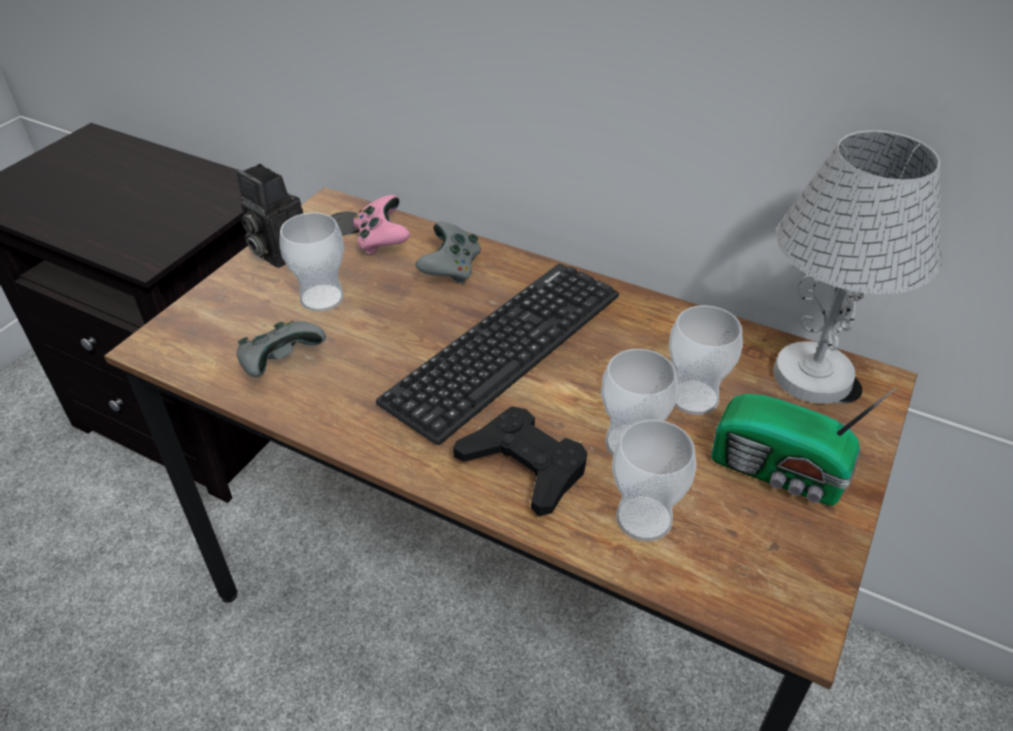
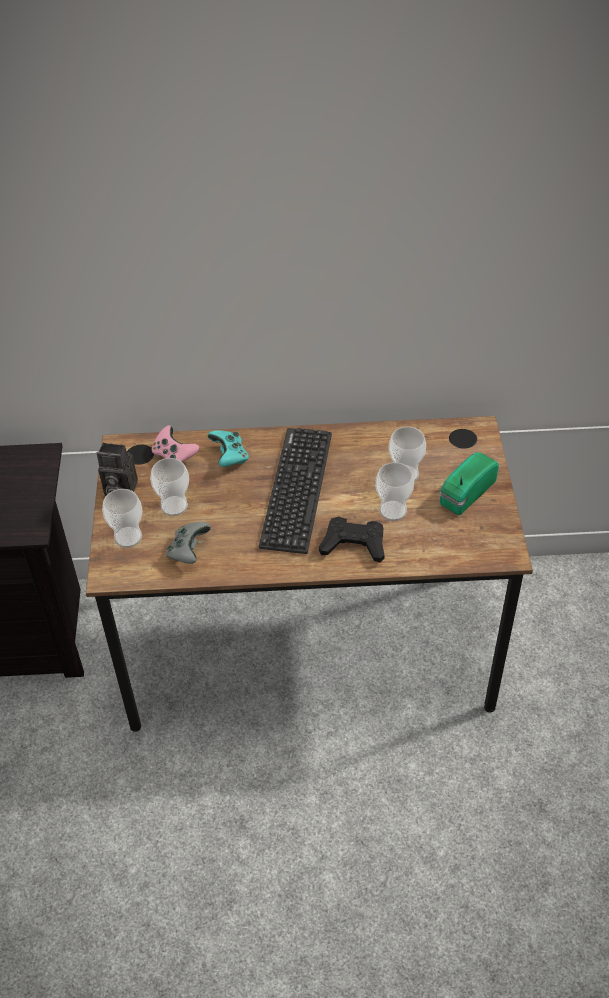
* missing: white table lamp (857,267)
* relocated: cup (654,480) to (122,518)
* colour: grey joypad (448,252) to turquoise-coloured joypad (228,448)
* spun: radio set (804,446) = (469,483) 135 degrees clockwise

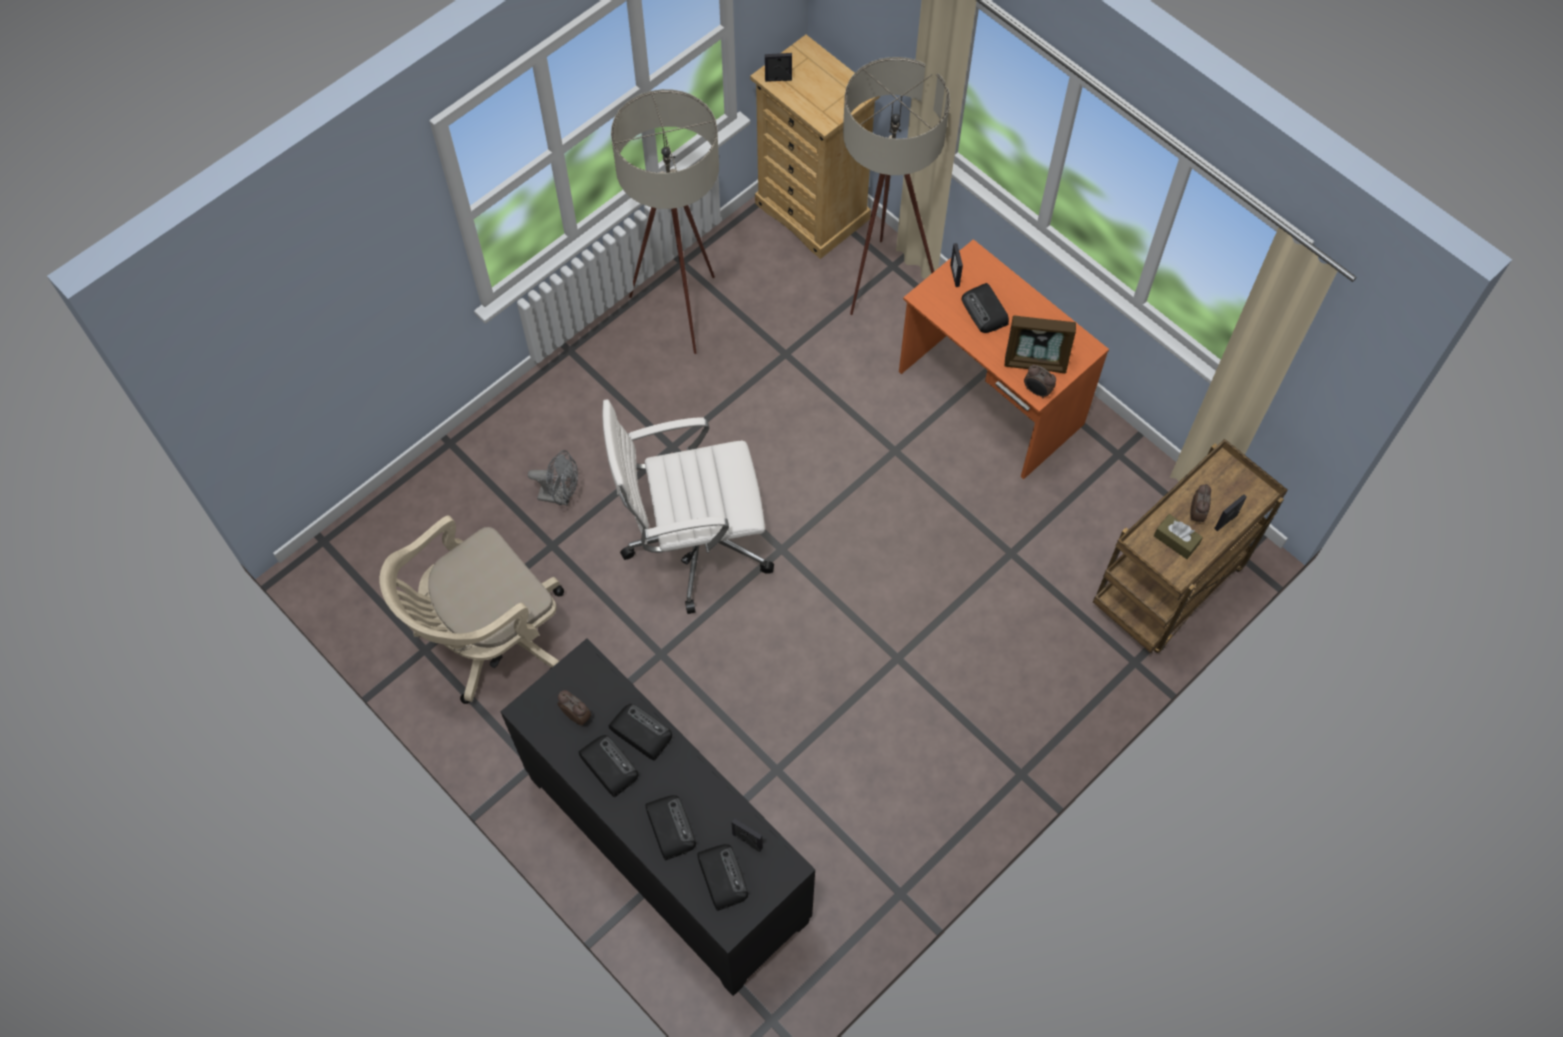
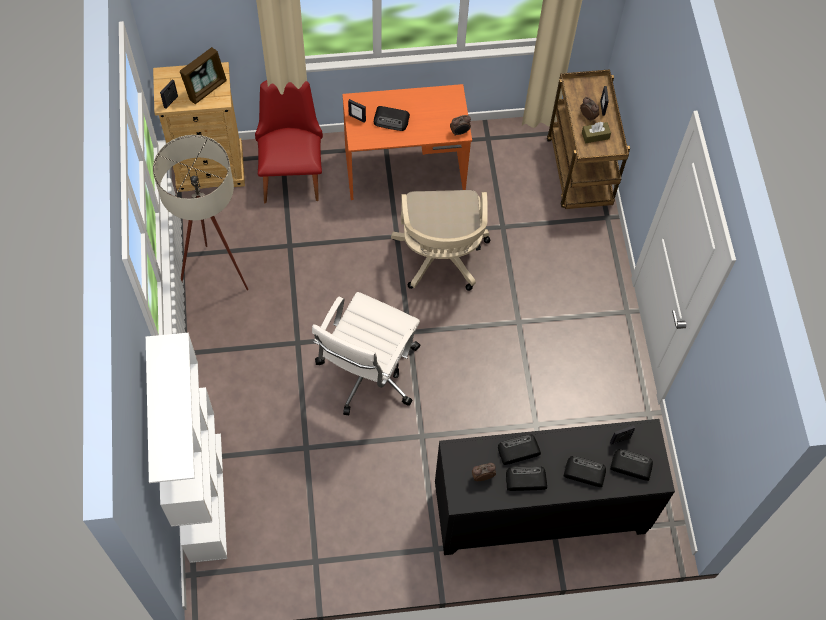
* missing: grey electric fan (553,478)
* appeared: white bookcase (186,448)
* relocated: beige computer chair (471,609) to (440,240)
* relocated: picture frame (1040,344) to (203,75)
* exchanged: beige floor lamp (896,186) to red-coloured upright chair (289,141)

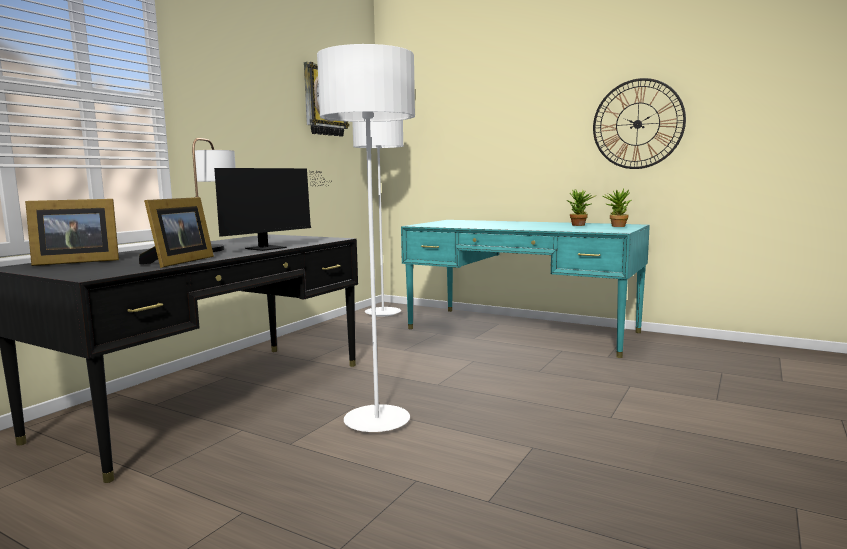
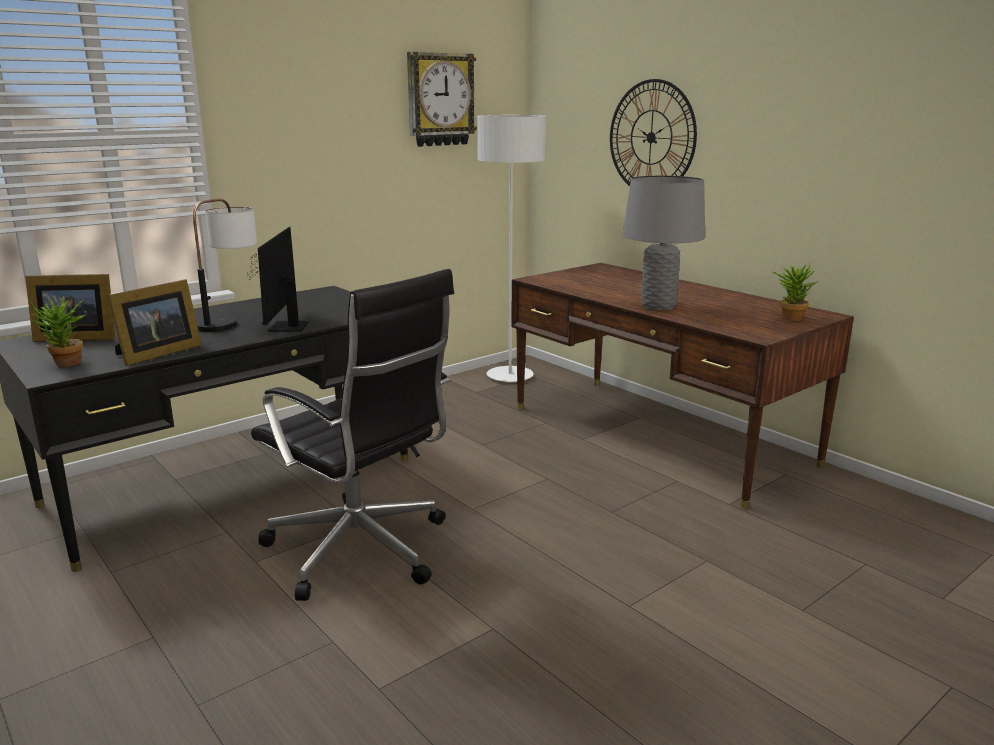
* appeared: grey table lamp (663,243)
* relocated: plant in a pot (582,207) to (57,331)
* relocated: clock on the wall (639,123) to (653,132)
* exchanged: white floor lamp (366,238) to blackish computer chair (352,435)
* colour: turquoise-coloured desk (525,289) to brown desk (682,386)
* spun: computer display (273,209) = (279,279) 120 degrees clockwise

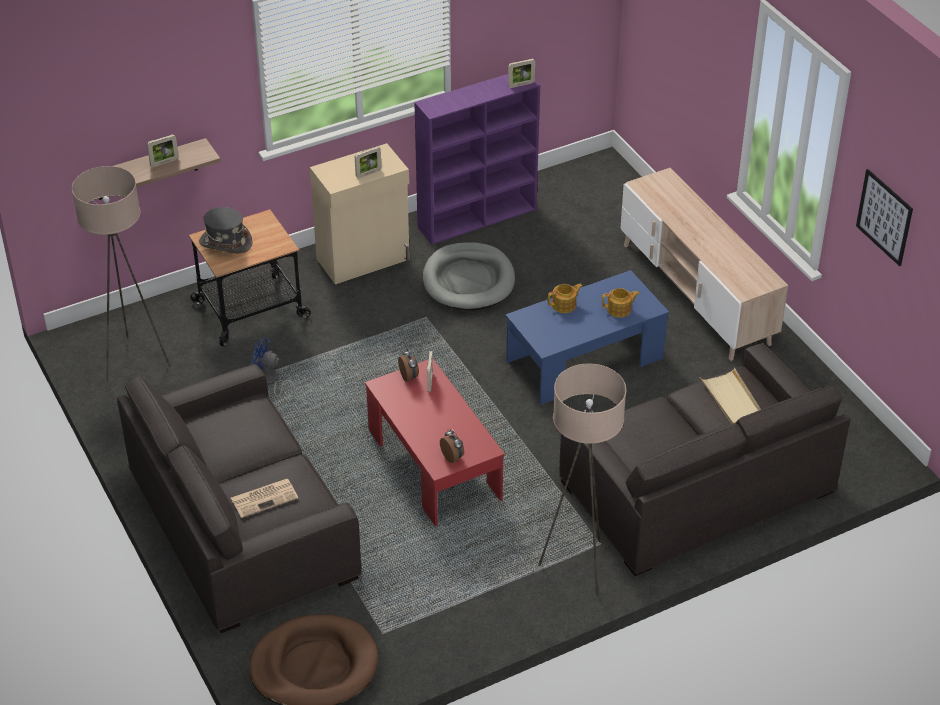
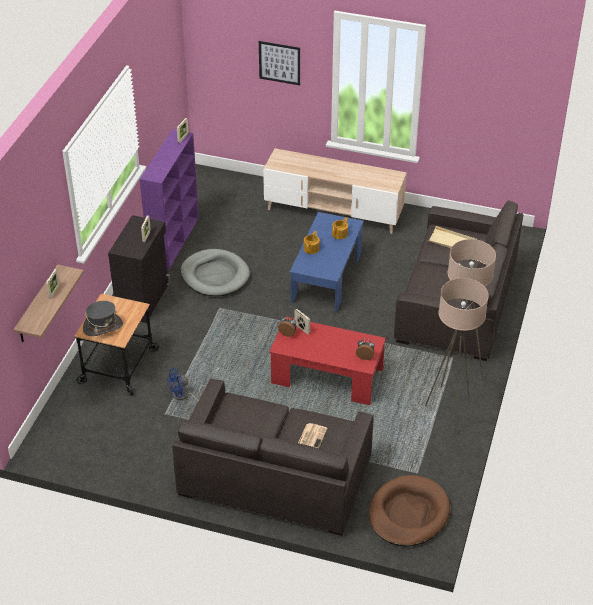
* relocated: beige floor lamp (121,273) to (457,357)
* relocated: wall picture (884,217) to (279,63)
* colour: beige cabinet (360,213) to blackish cabinet (139,269)

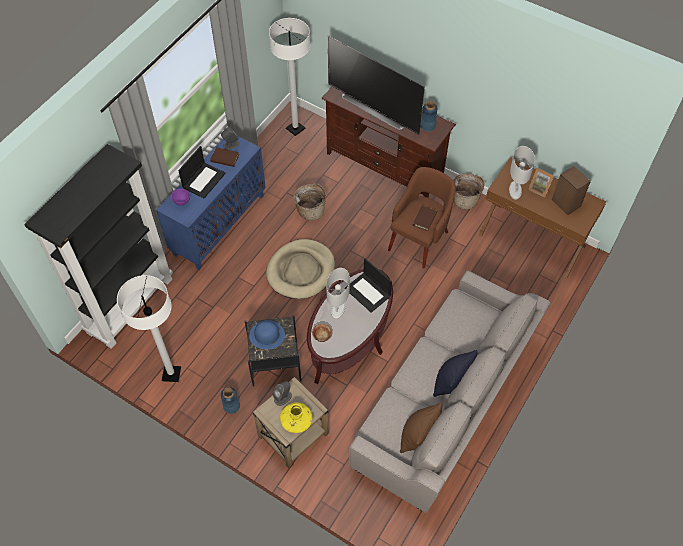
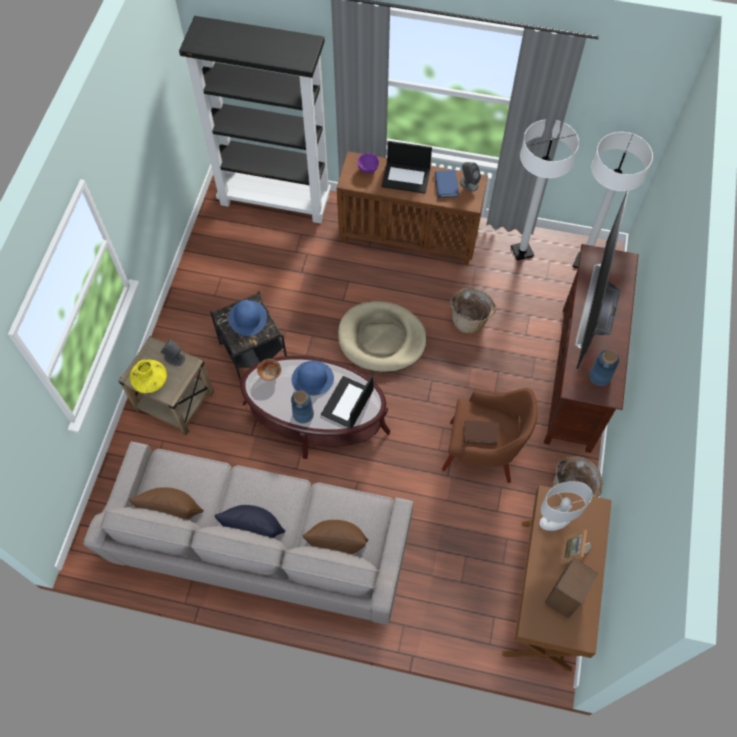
* appeared: brown cushion (335,537)
* relocated: white floor lamp (149,328) to (545,189)
* relocated: blue-coloured vase (230,400) to (302,406)
* exchanged: white table lamp (338,293) to blue-coloured wearable hat (313,378)
* colour: blue-coloured cabinet (211,203) to brown cabinet (412,208)
* colour: brown bound book (224,157) to blue-coloured bound book (447,184)

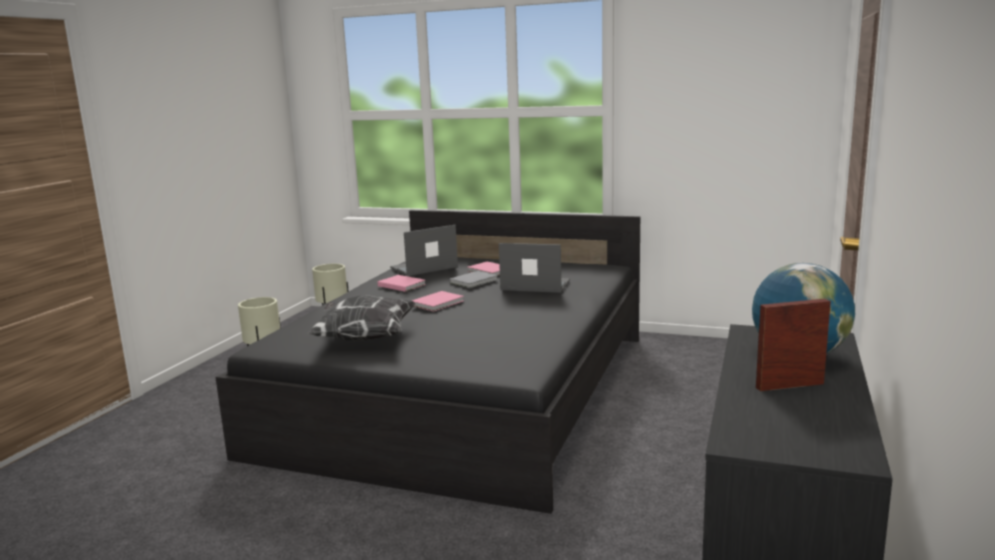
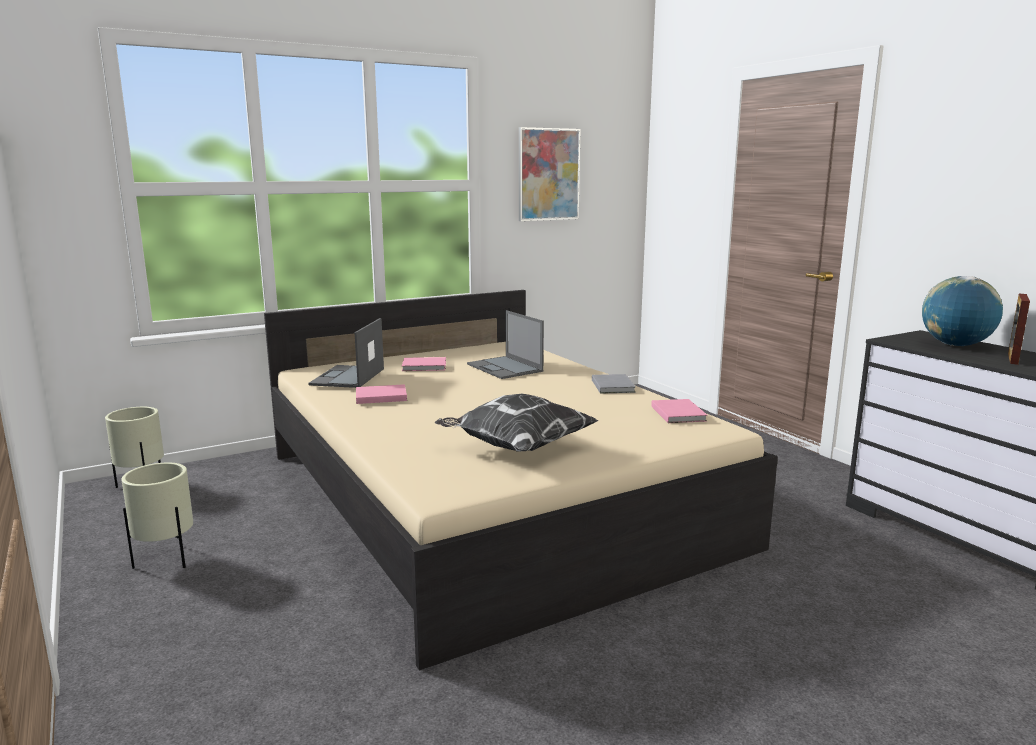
* appeared: wall picture (550,174)
* relocated: pinkish bound book (438,301) to (679,411)
* relocated: grey bound book (474,279) to (614,384)
* colour: blackish bed (427,362) to beige bed (521,480)
* spun: portable computer (534,268) = (505,344) 90 degrees counterclockwise

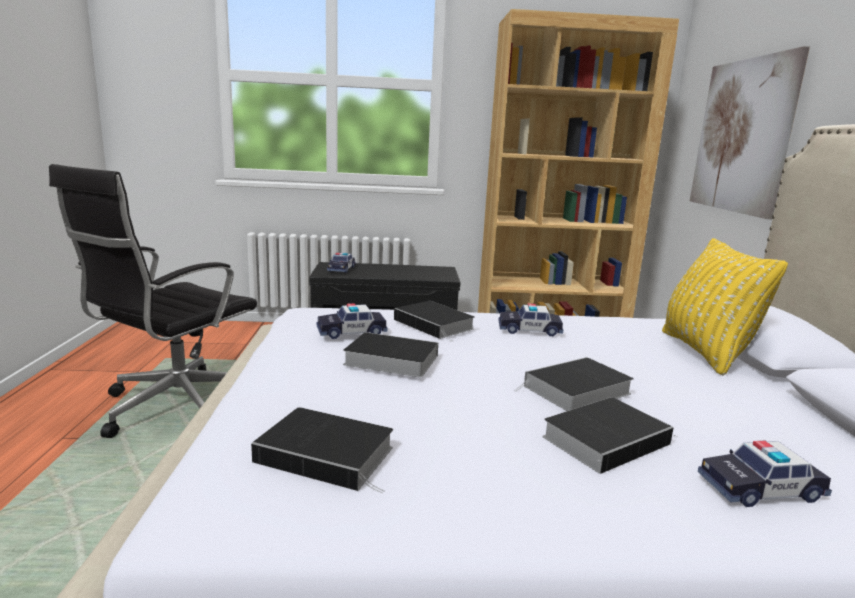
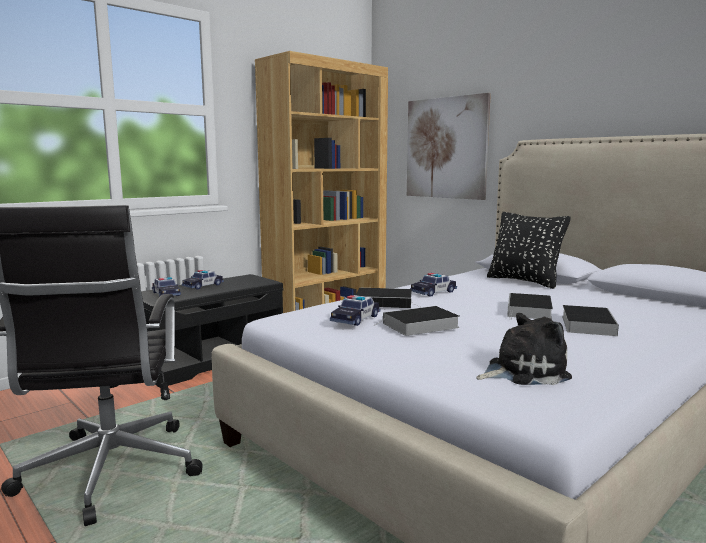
* relocated: miniature car (765,474) to (203,279)
* exchanged: bound book (322,450) to cuddly toy (524,349)
* colour: yellowish cushion (725,307) to blackish cushion (529,250)

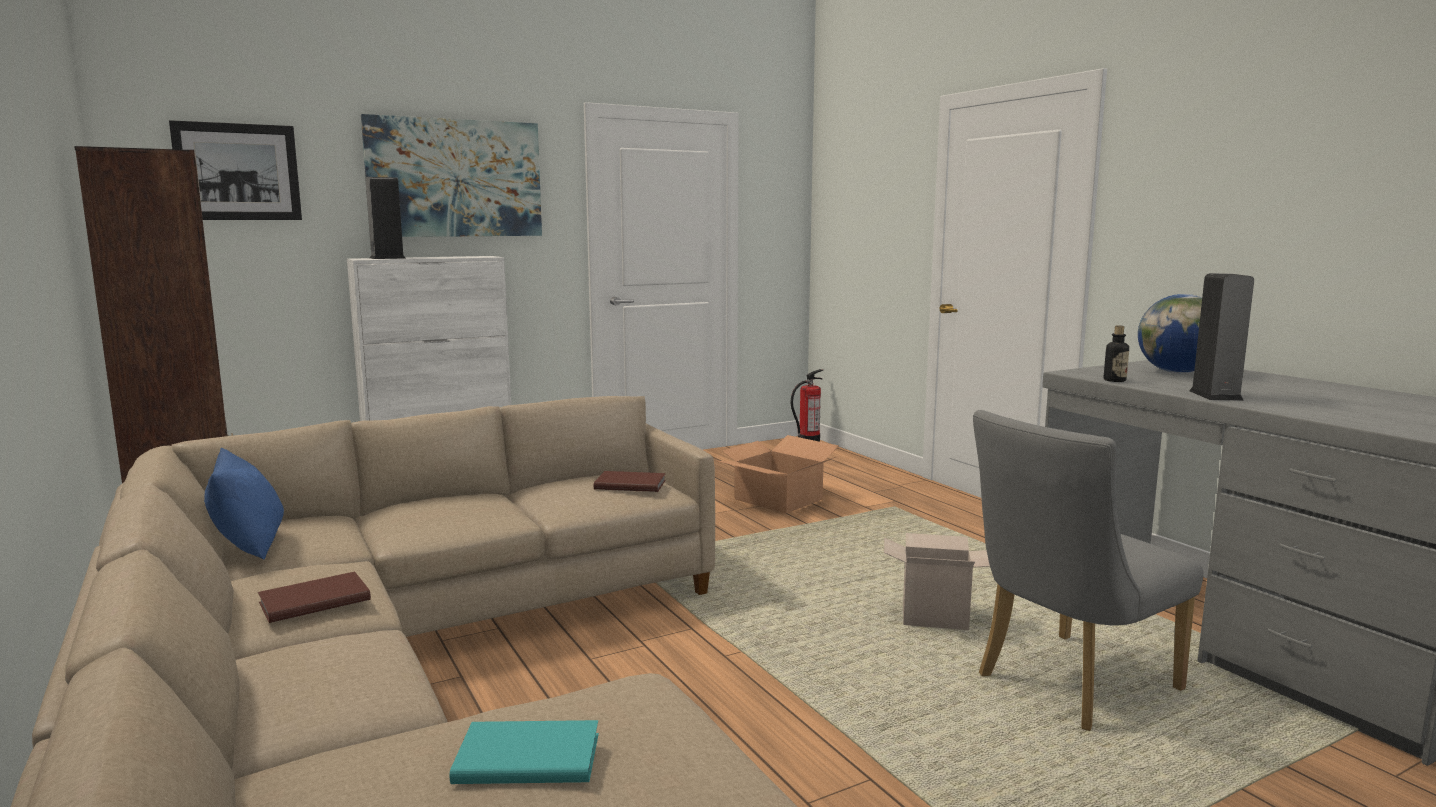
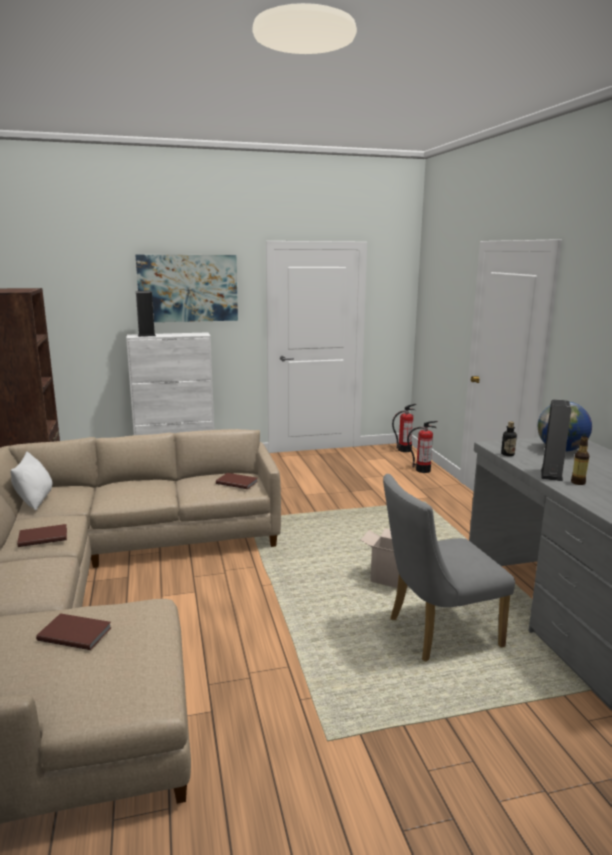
* missing: wall picture (235,170)
* missing: carton (778,474)
* appeared: extinguisher (422,447)
* appeared: drink bottle (580,460)
* colour: blue-coloured cushion (244,503) to white cushion (32,480)
* colour: turquoise-coloured bound book (524,752) to brown bound book (74,631)

